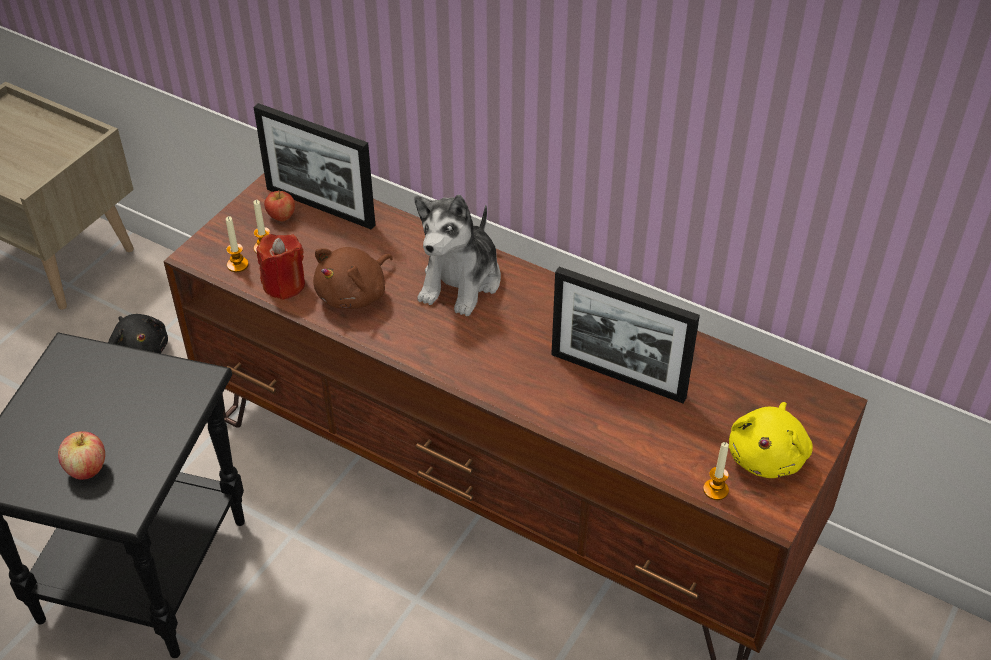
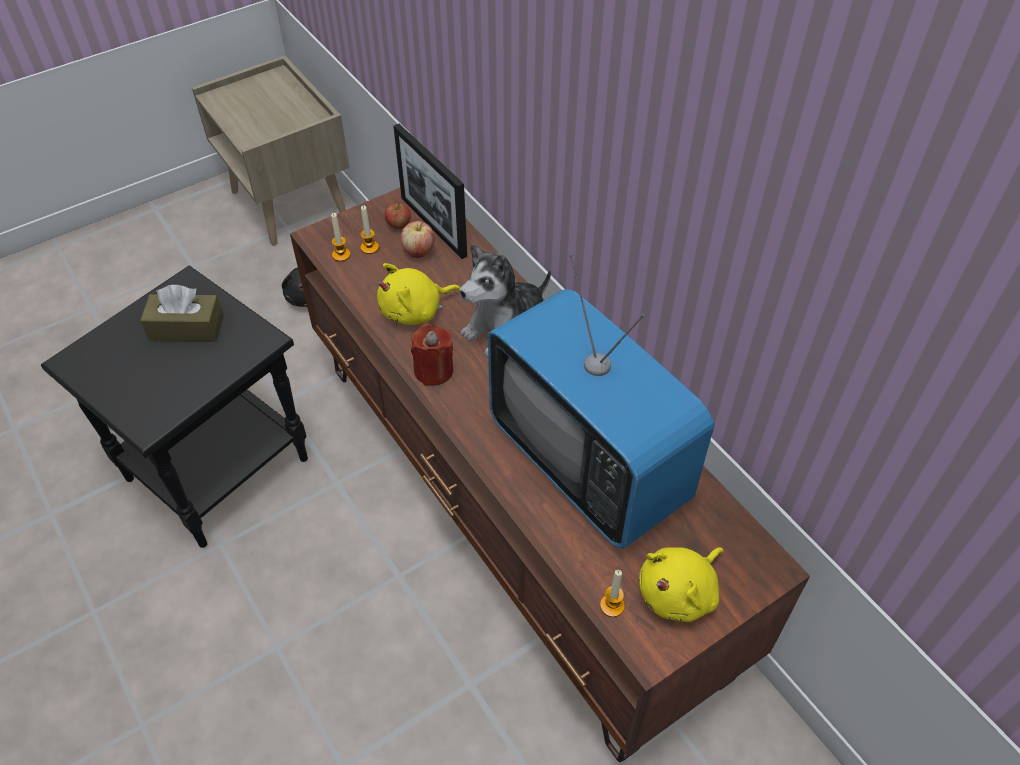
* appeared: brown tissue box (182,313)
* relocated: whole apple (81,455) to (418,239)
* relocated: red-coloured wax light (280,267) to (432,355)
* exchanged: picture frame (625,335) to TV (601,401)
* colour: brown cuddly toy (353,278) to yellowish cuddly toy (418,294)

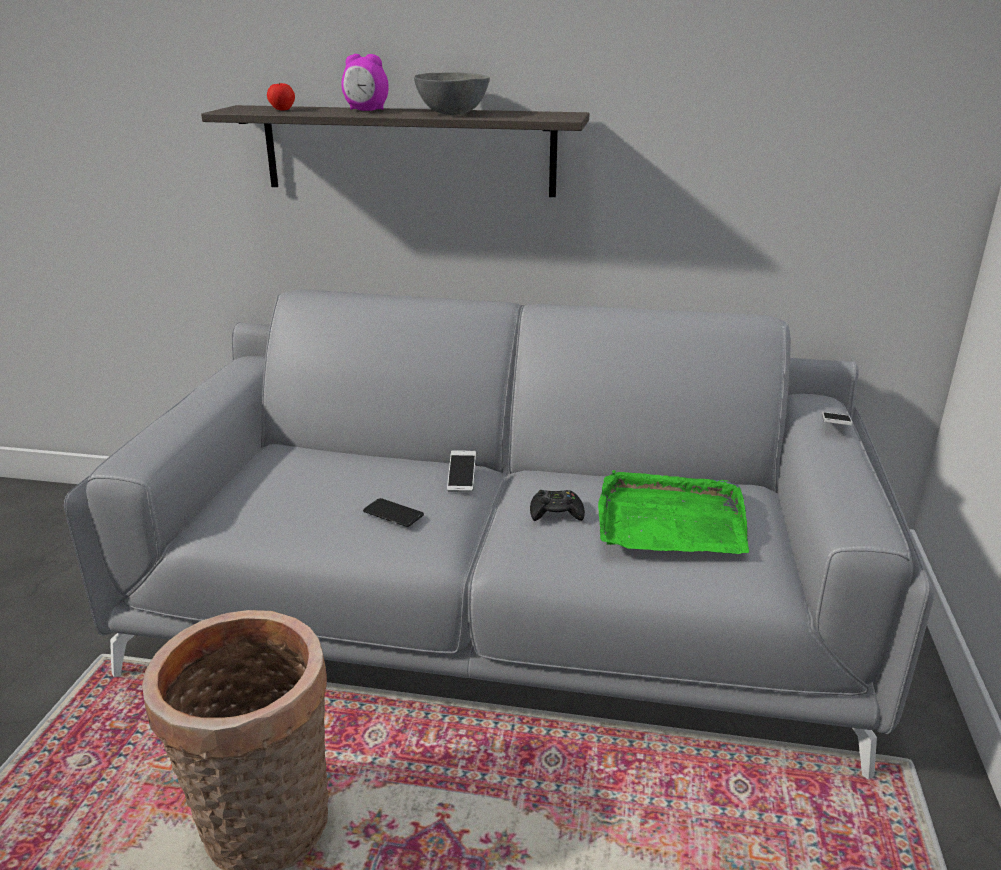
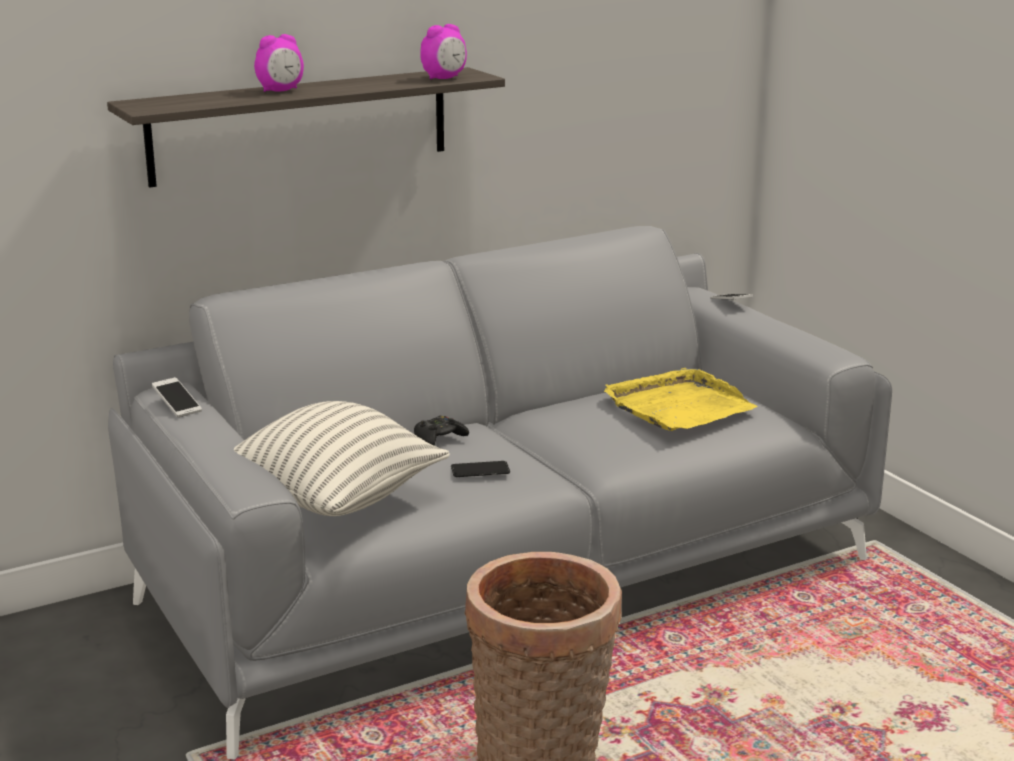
* missing: whole apple (281,97)
* missing: grey serving bowl (452,93)
* appeared: cushion (342,458)
* appeared: bedside clock (443,52)
* relocated: handset (461,471) to (177,397)
* relocated: blackish joypad (557,505) to (441,430)
* colour: green tray (673,512) to yellowish tray (680,399)

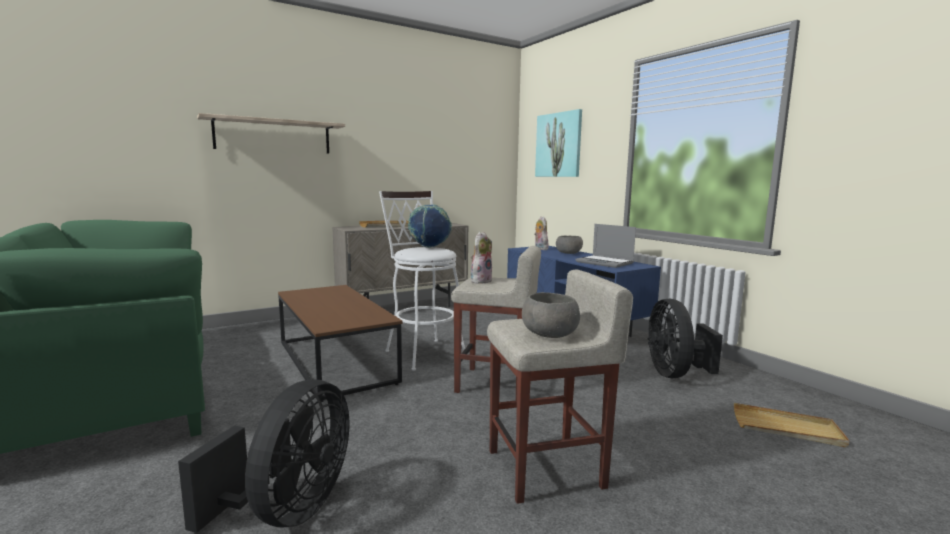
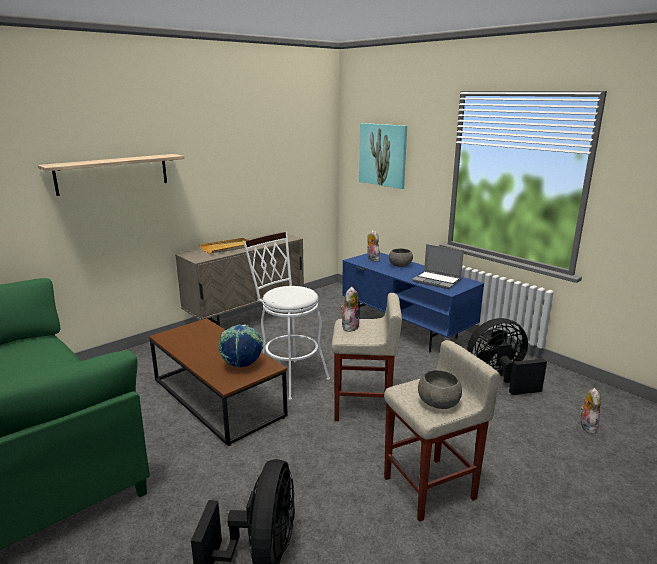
* relocated: world globe (430,226) to (241,346)
* exchanged: beige tray (792,425) to cuddly toy (590,411)
* spun: blackish electric fan (685,338) = (507,356) 90 degrees clockwise

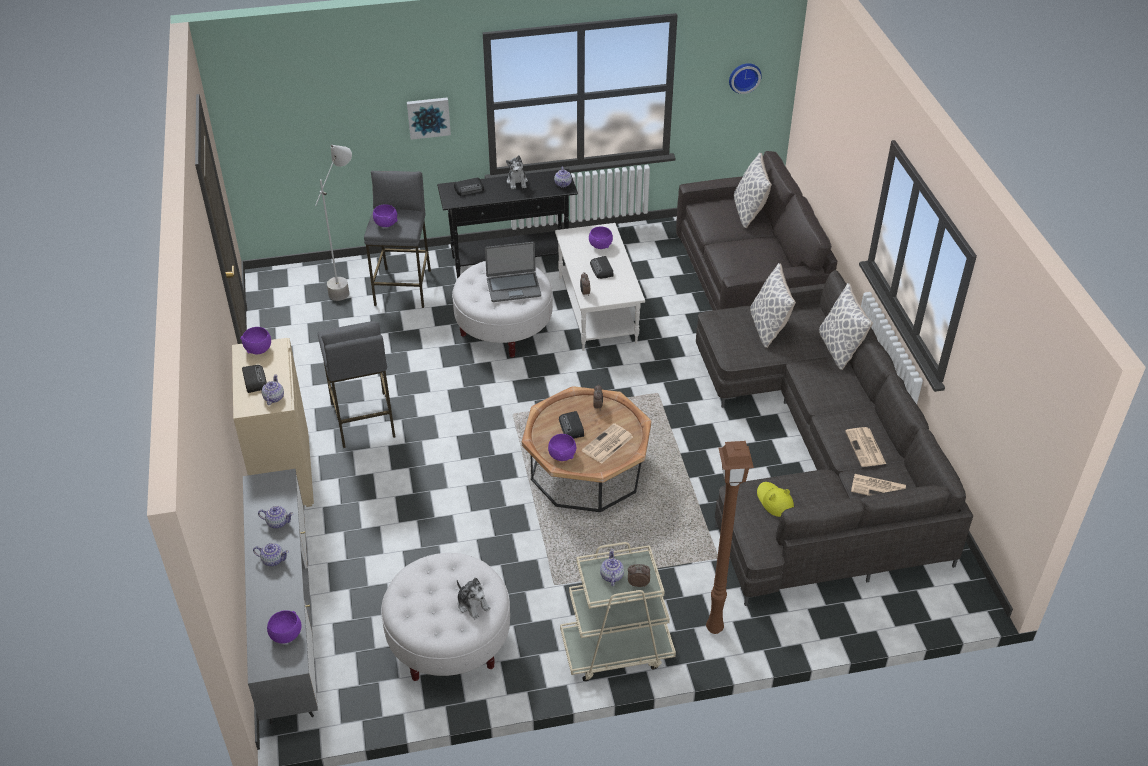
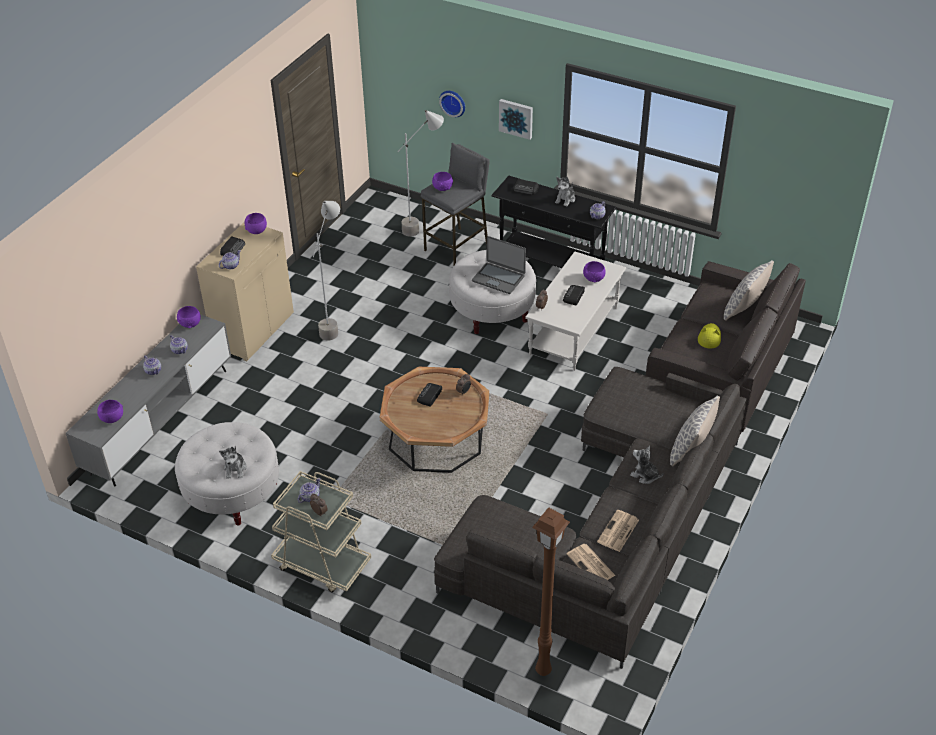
* missing: daily paper (607,443)
* missing: cushion (773,305)
* appeared: cuddly toy (646,465)
* relocated: purple serving bowl (562,447) to (189,317)
* relocated: brown floor lamp (730,537) to (551,591)
* relocated: clock on the wall (745,78) to (452,104)
* relocated: yellowish wearable hat (775,499) to (709,335)
* exchanged: grey sitting stool (356,384) to grey floor lamp (326,271)

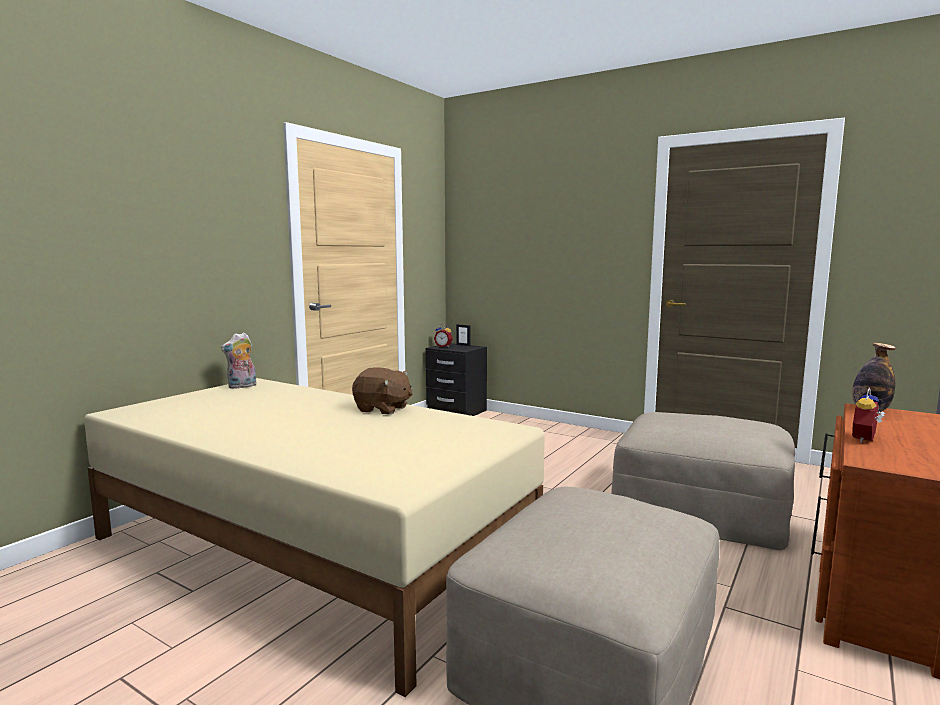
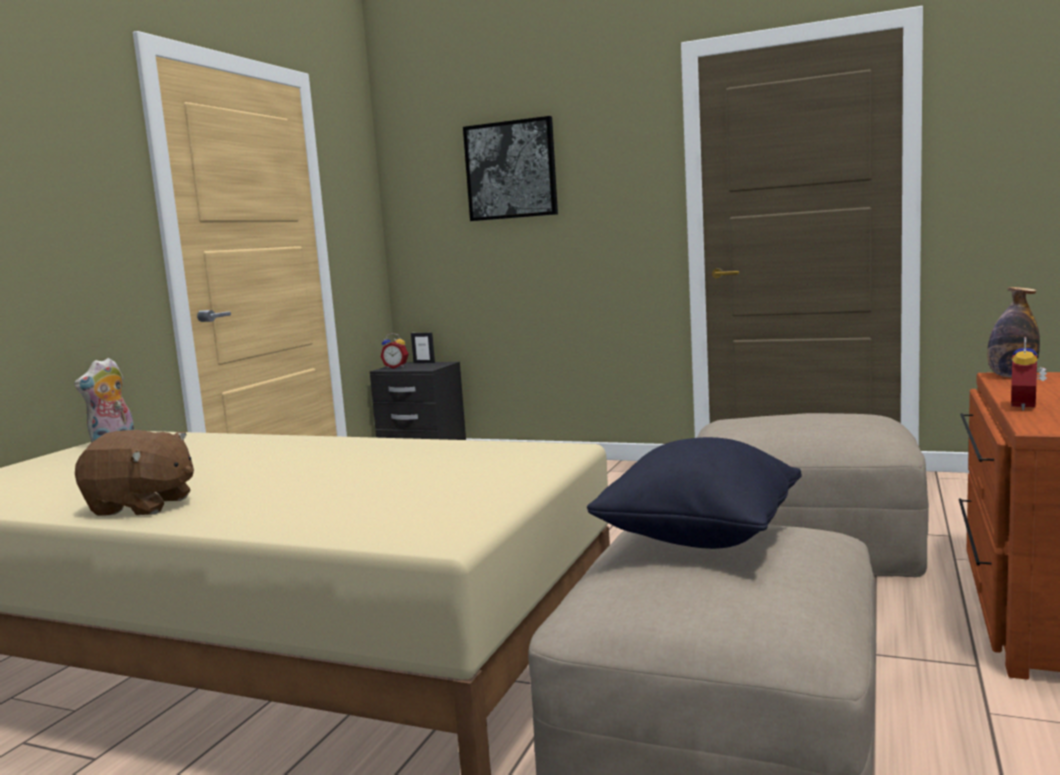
* appeared: wall picture (510,168)
* appeared: blackish cushion (694,493)
* relocated: brown cuddly toy (382,391) to (134,473)

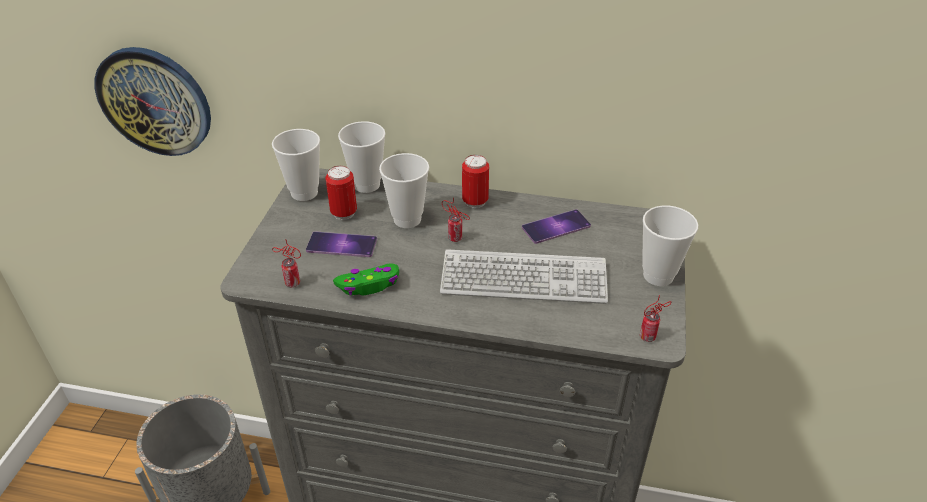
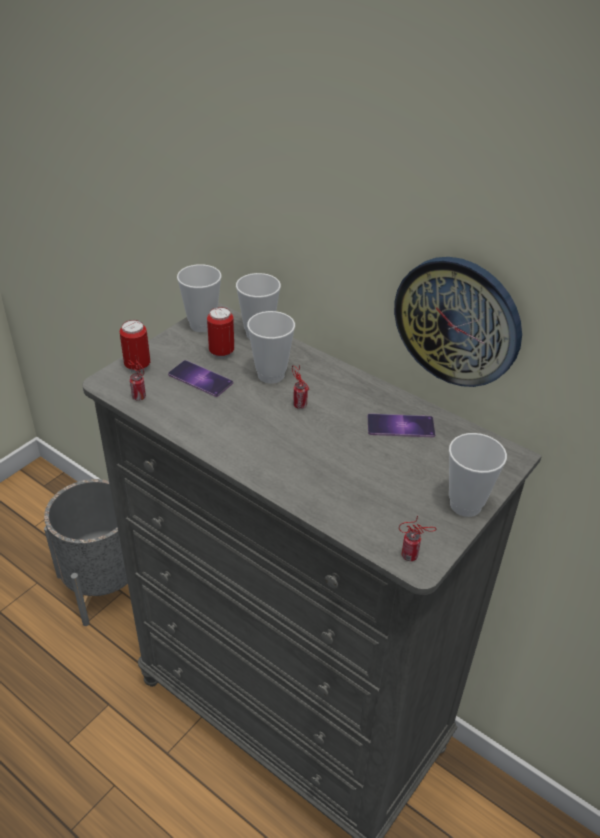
* missing: green joypad (366,279)
* missing: PC keyboard (524,276)
* relocated: clock on the wall (152,101) to (458,322)
* relocated: can (475,181) to (135,346)

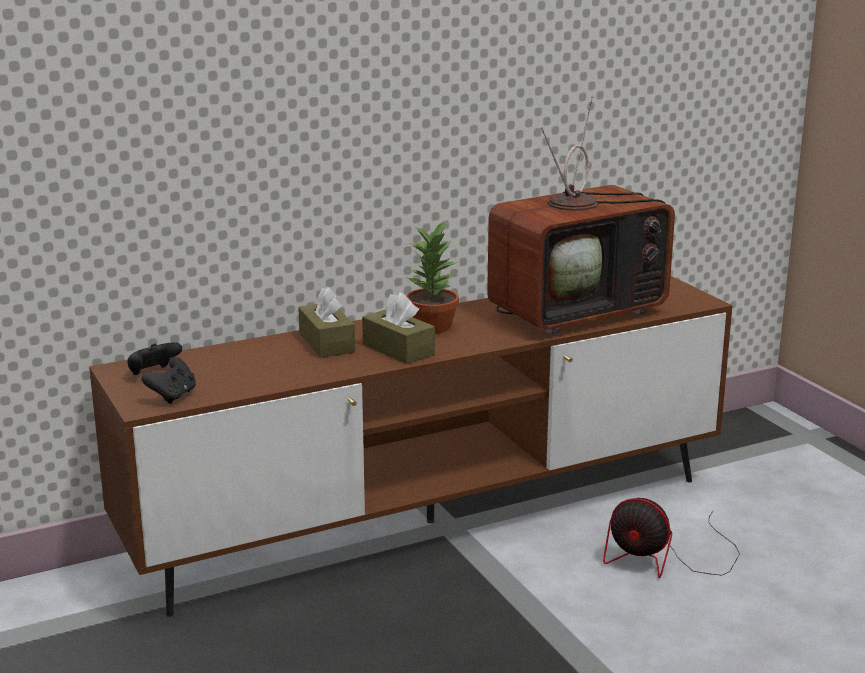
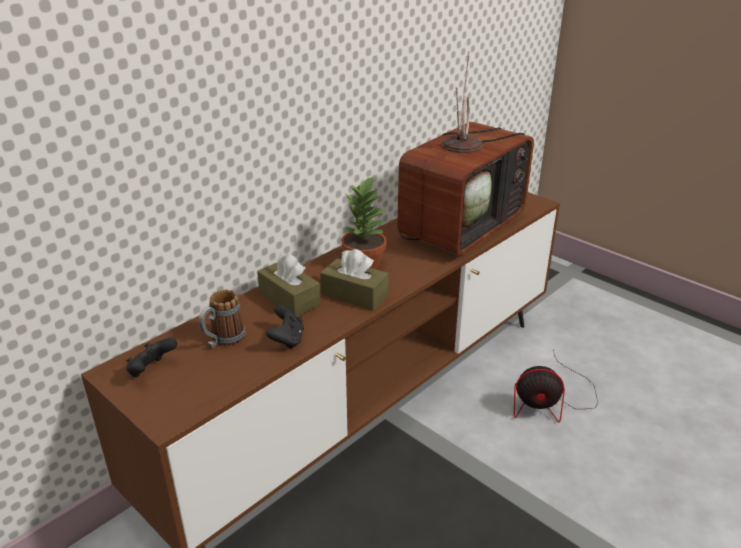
* appeared: mug (221,318)
* relocated: blackish joypad (168,380) to (285,327)

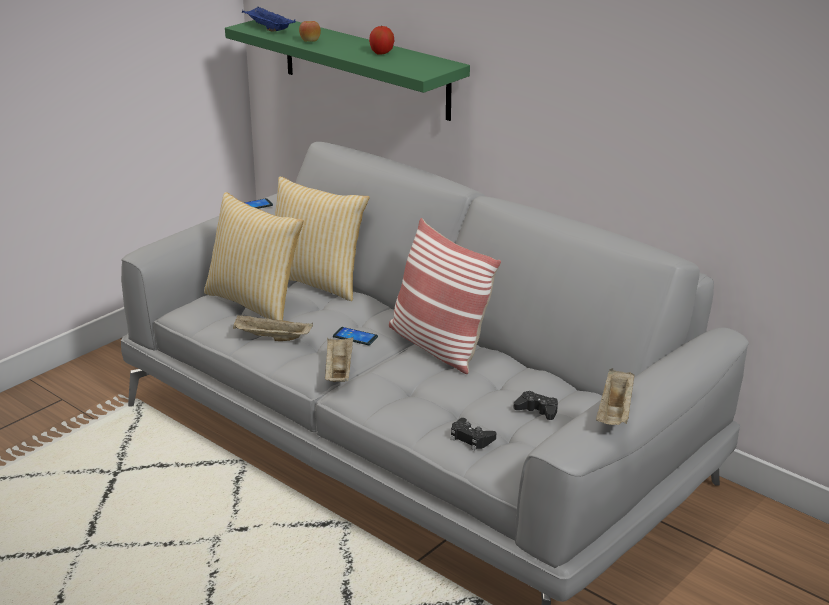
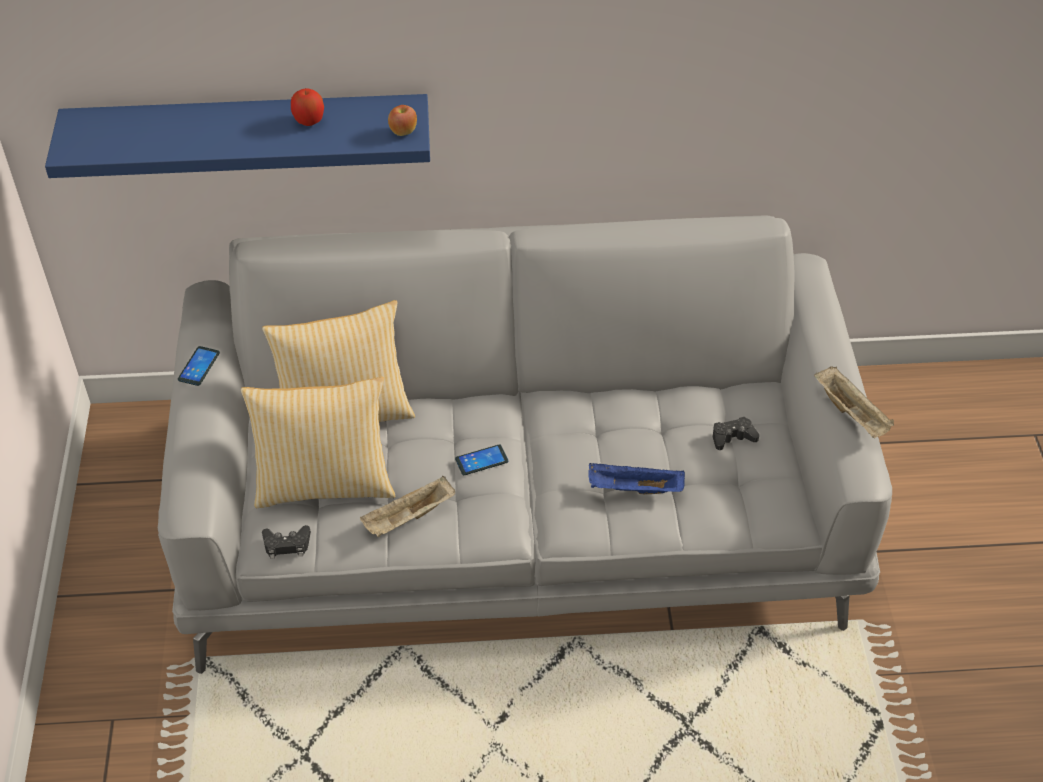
* missing: beige tray (339,359)
* missing: cushion (445,296)
* relocated: blue-coloured tray (269,19) to (636,478)
* relocated: whole apple (310,31) to (402,120)
* relocated: blackish joypad (473,434) to (286,542)
* colour: green bracket shelf (347,70) to blue-coloured bracket shelf (237,136)

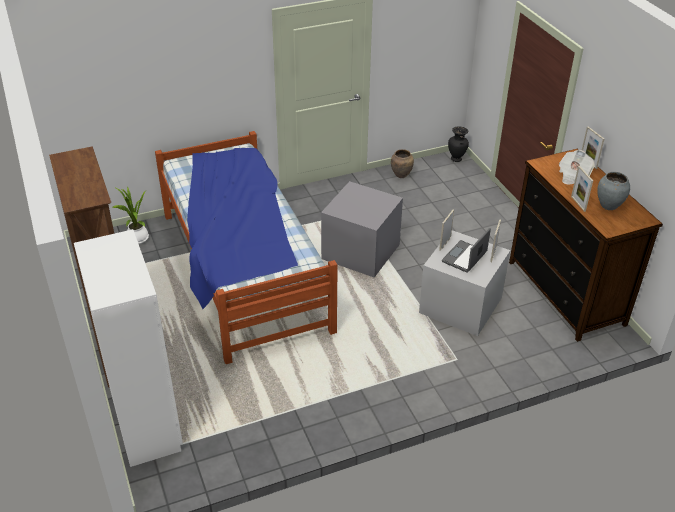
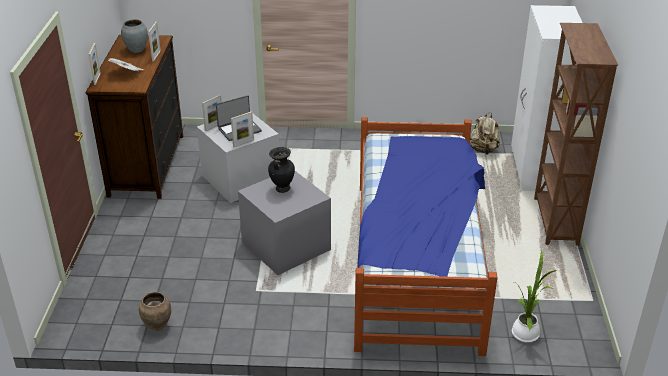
* appeared: beige knapsack (485,133)
* relocated: blackish vase (458,144) to (281,170)

